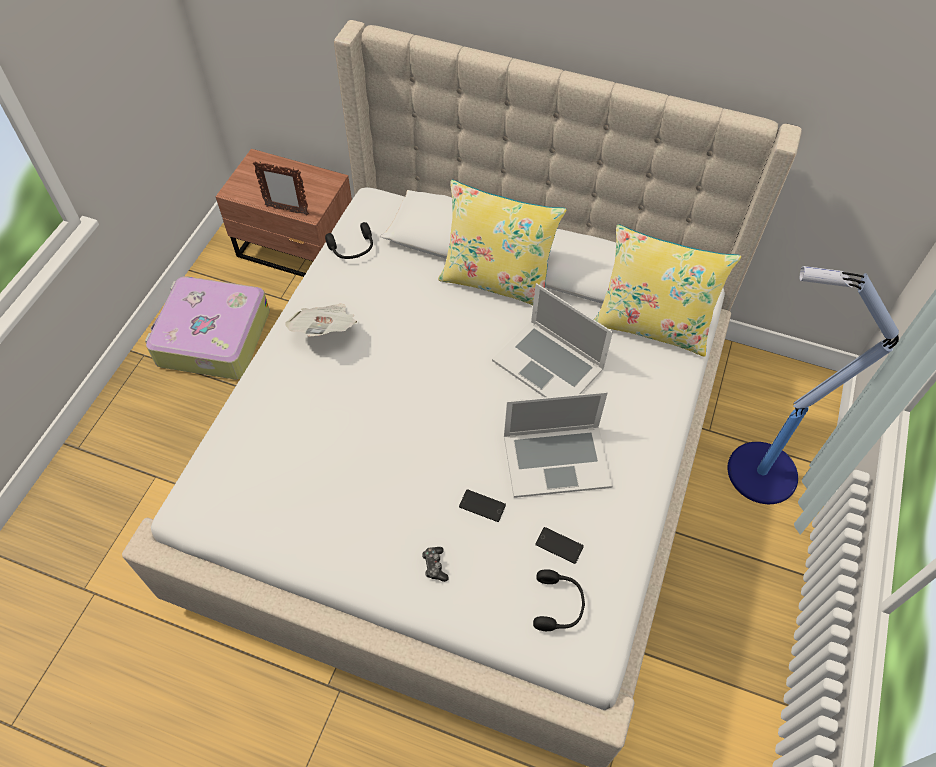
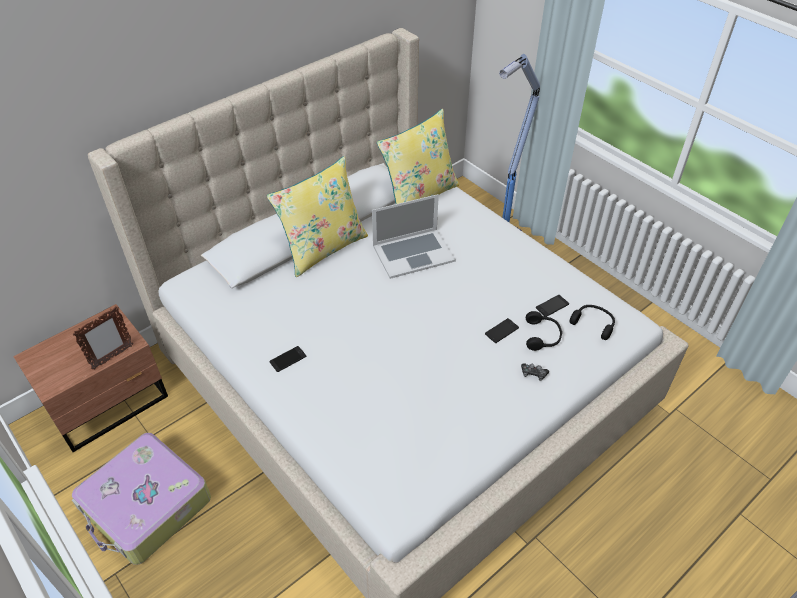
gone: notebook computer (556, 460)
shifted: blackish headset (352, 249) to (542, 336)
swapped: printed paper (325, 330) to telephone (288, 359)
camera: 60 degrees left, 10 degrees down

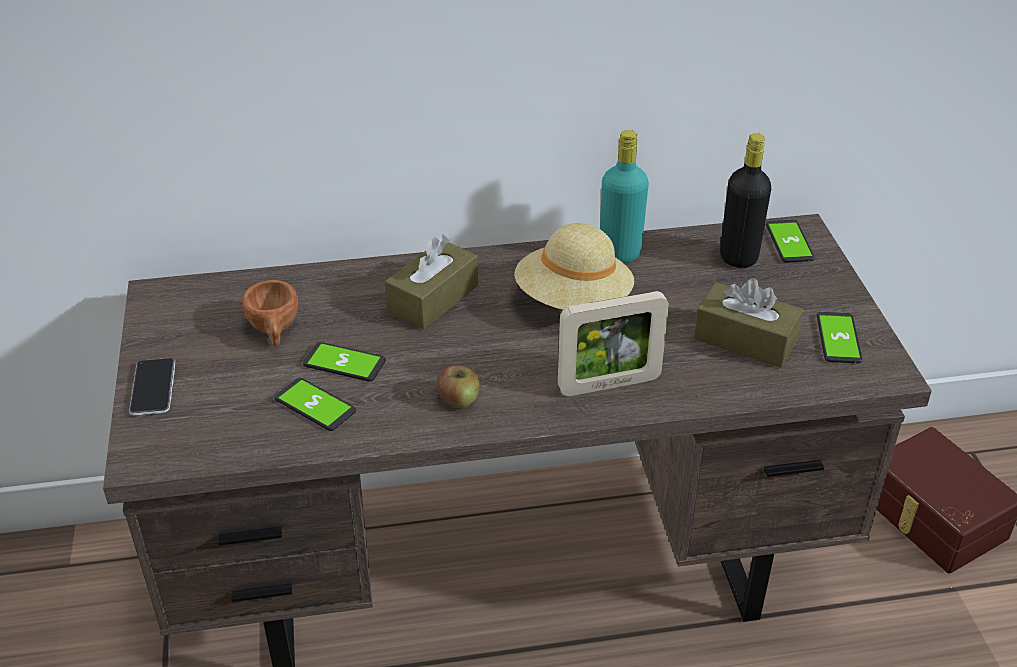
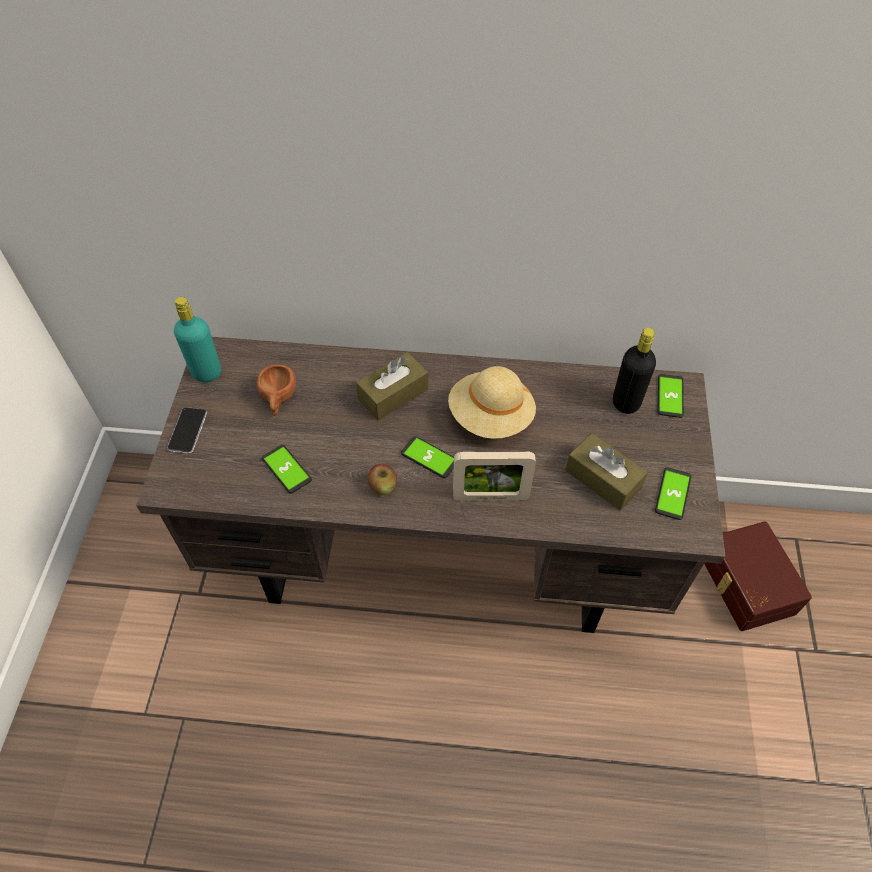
shifted: telephone (344, 363) to (429, 457); blue-green drink bottle (619, 254) to (206, 372)
camera: 15 degrees right, 15 degrees up

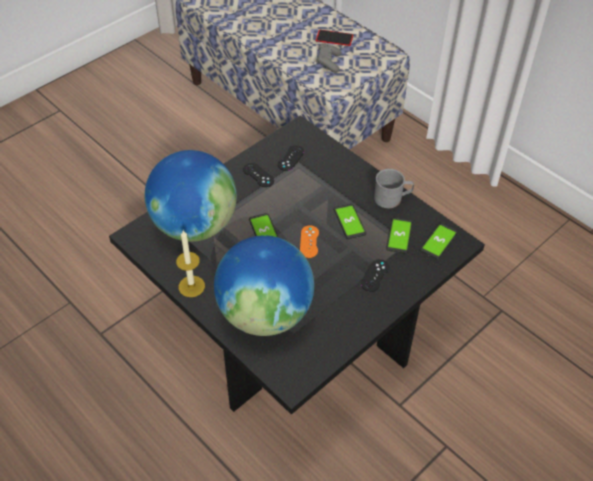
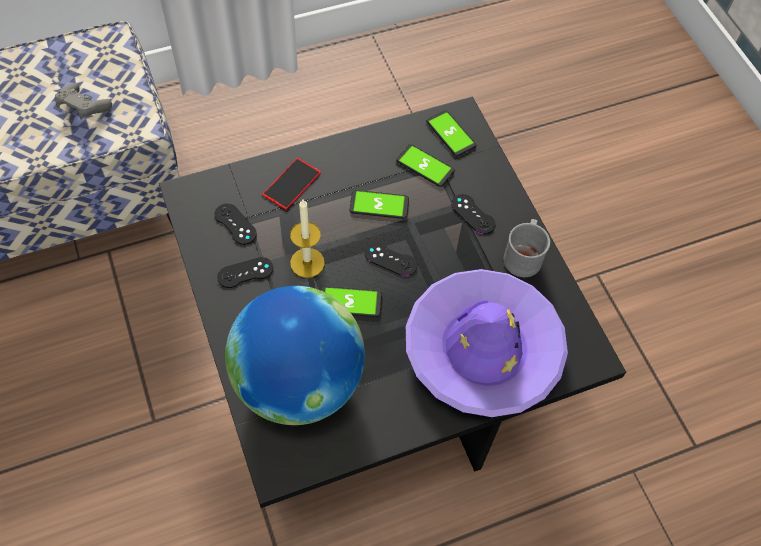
shifted: wax candle (191, 286) to (307, 262); telephone (334, 38) to (292, 183); grey tea mug (392, 198) to (523, 255)
swapped: desk globe (265, 313) to purplish wearable hat (483, 349)
repainted: orangey gamepad (309, 241) to blackish gamepad (390, 259)
camera: 70 degrees left, 10 degrees up

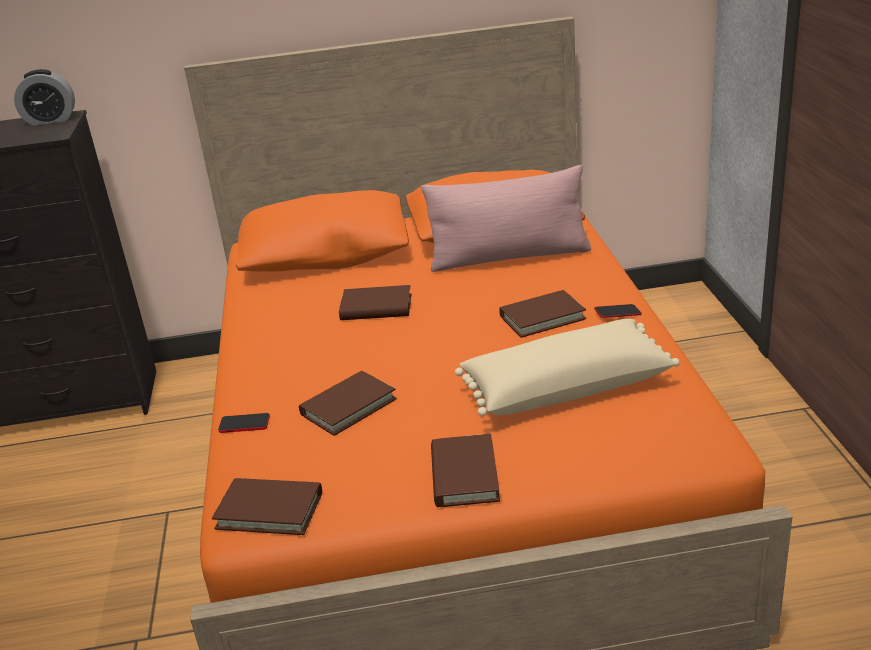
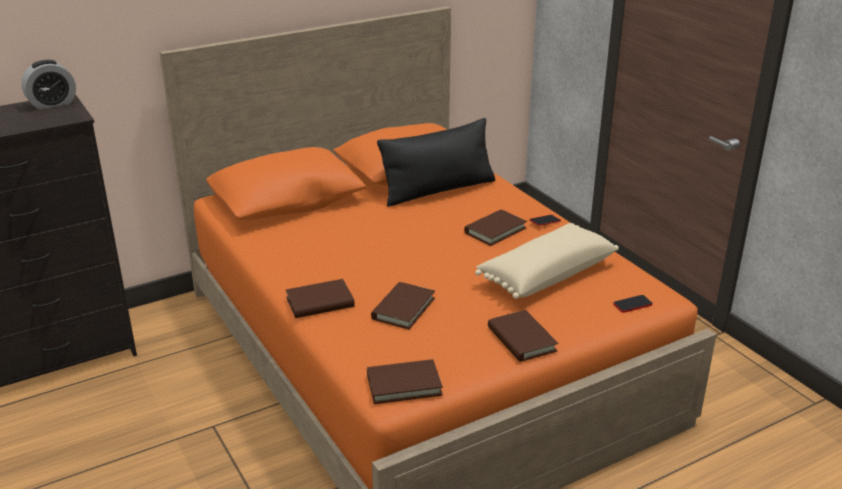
shifted: telephone (244, 424) to (632, 304); brown-coloured bound book (376, 307) to (320, 302)
repainted: pinkish pillow (509, 257) to blackish pillow (438, 190)
camera: 25 degrees left, 0 degrees up

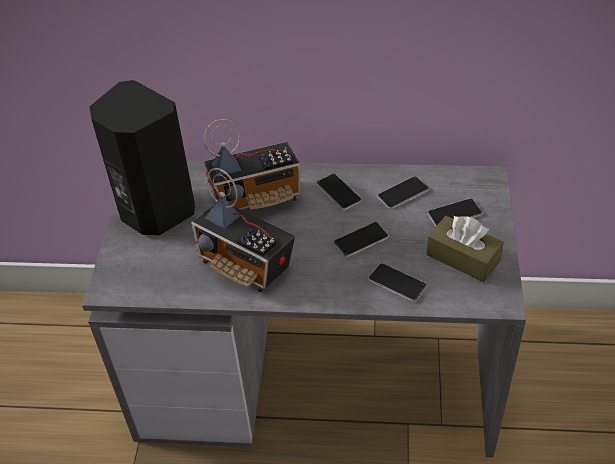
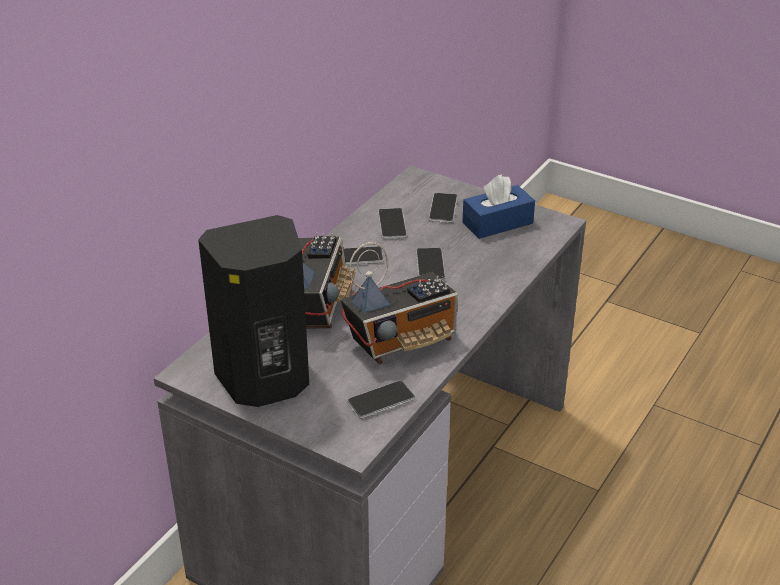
shifted: telephone (397, 283) to (381, 401)
repainted: brown-coloured tissue box (463, 258) to blue-coloured tissue box (497, 223)
camera: 65 degrees left, 10 degrees down

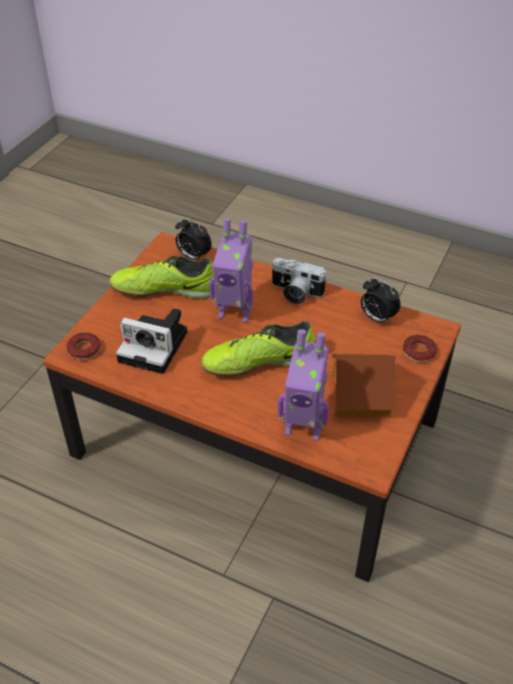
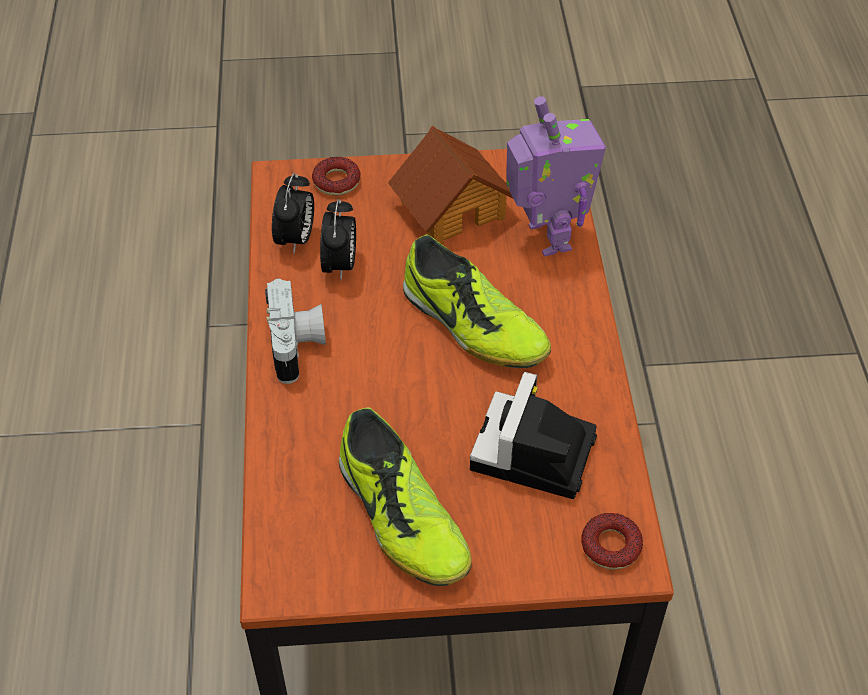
gone: toy robot (235, 312)
shifted: bedside clock (193, 256) to (340, 266)
rotated: photo camera (156, 347) = (533, 455) 150 degrees counterclockwise
camera: 120 degrees left, 5 degrees up

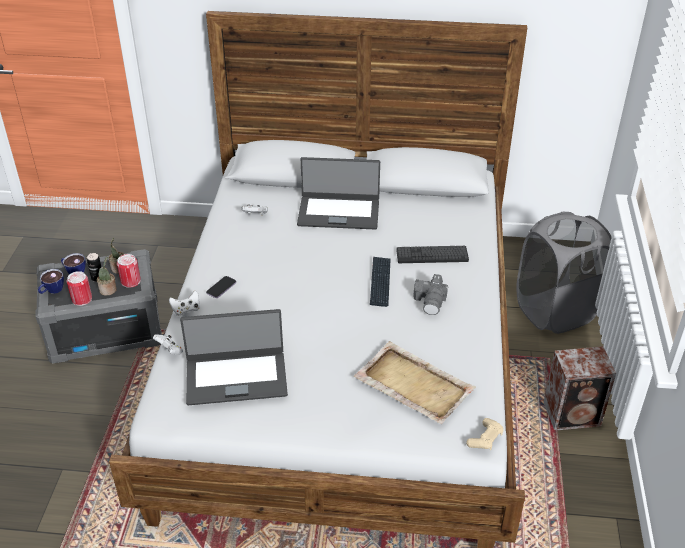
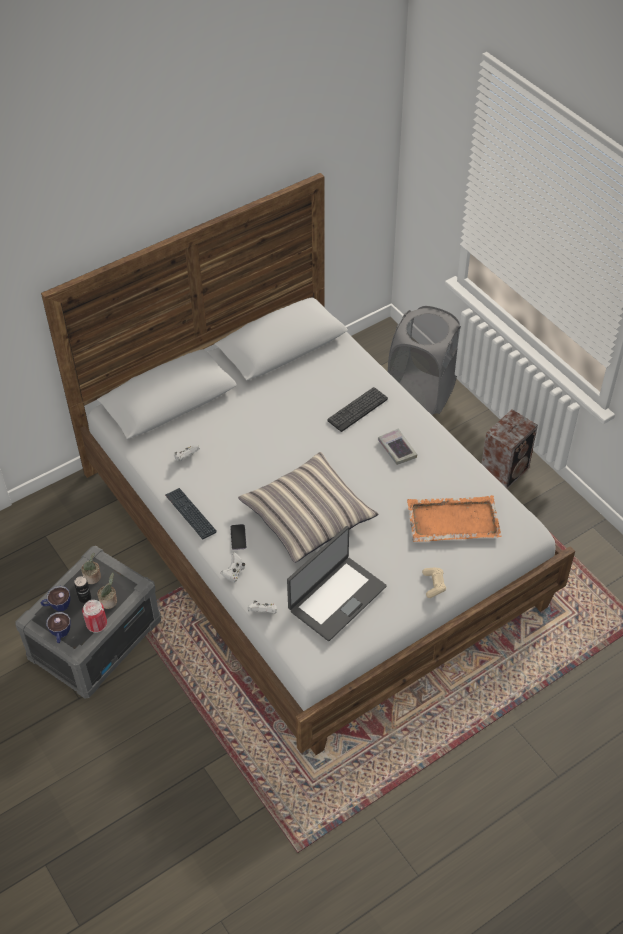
gone: metal can (130, 281); notebook computer (338, 212)
new: pillow (308, 515)
shifted: keyboard (380, 282) to (190, 514); sand-coloured gamepad (485, 439) to (434, 584)
swapped: photo camera (431, 301) to bound book (397, 449)
repainted: sand-coloured tray (413, 384) to orangey tray (452, 521)
camera: 40 degrees left, 10 degrees up

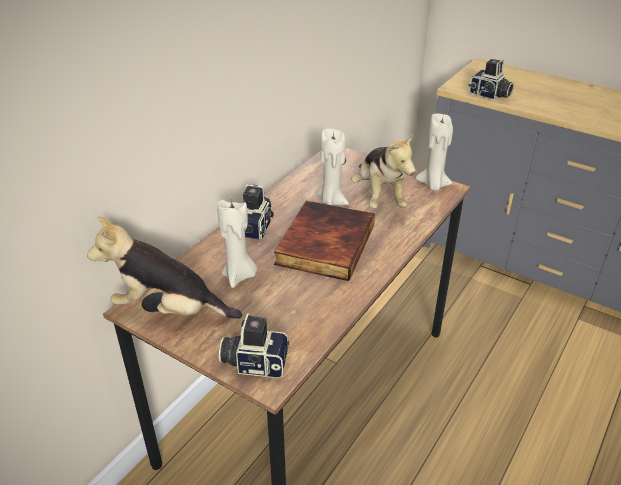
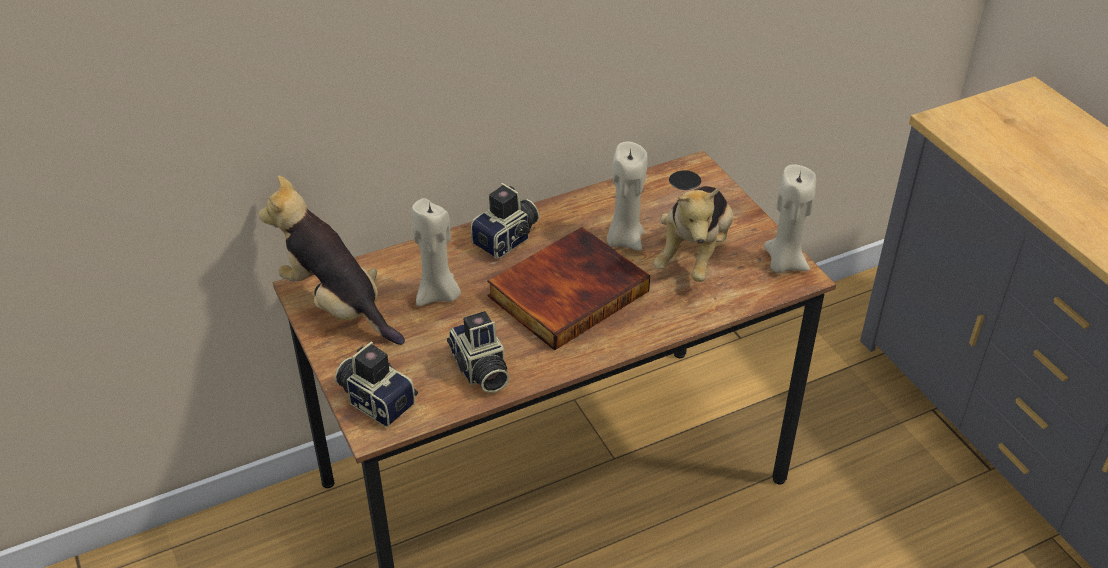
shifted: photo camera (489, 95) to (480, 370)
camera: 30 degrees right, 5 degrees up

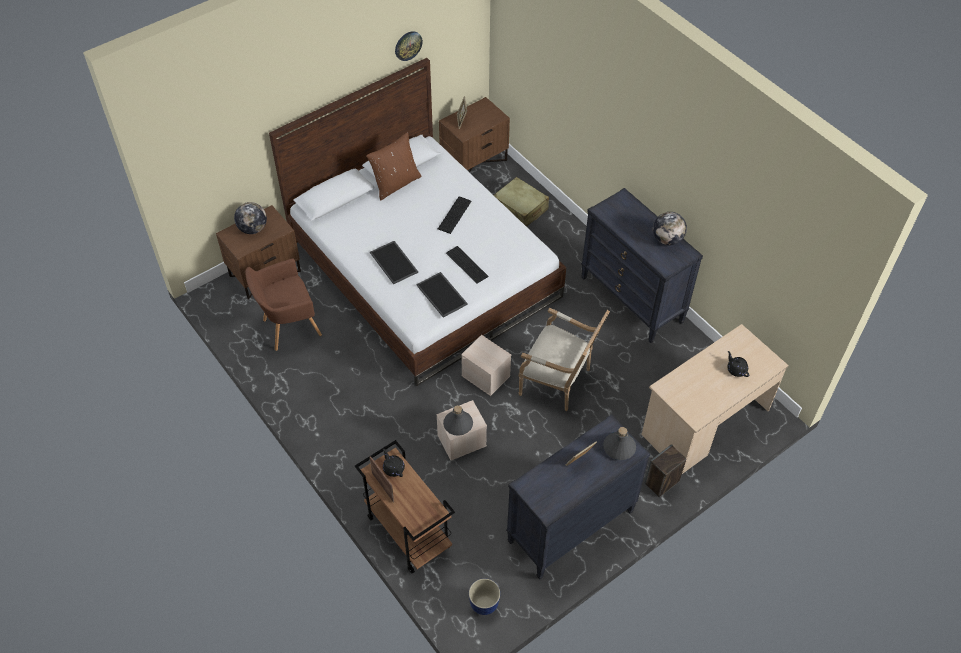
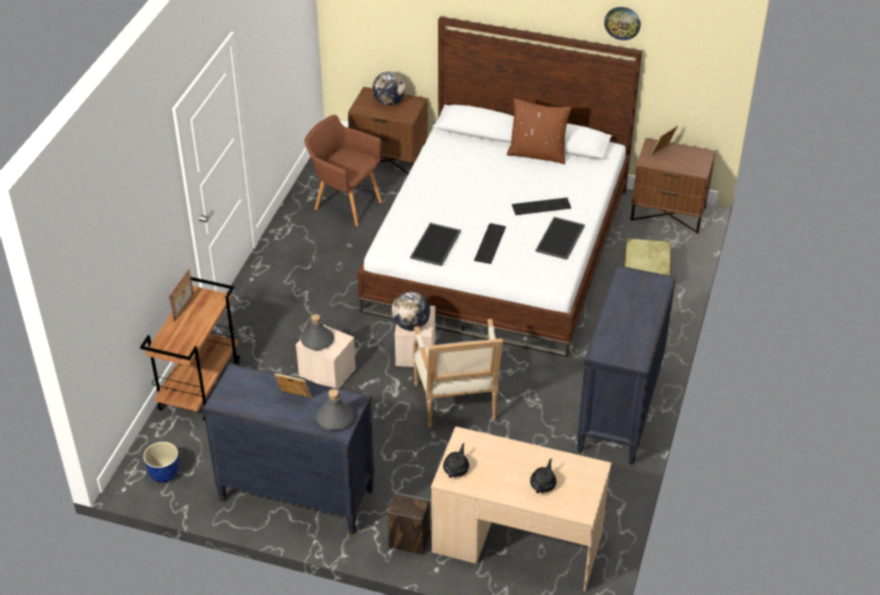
shifted: tray (394, 262) to (561, 239); blackish teapot (393, 468) to (456, 468); desk globe (667, 239) to (411, 325)
camera: 55 degrees right, 10 degrees down

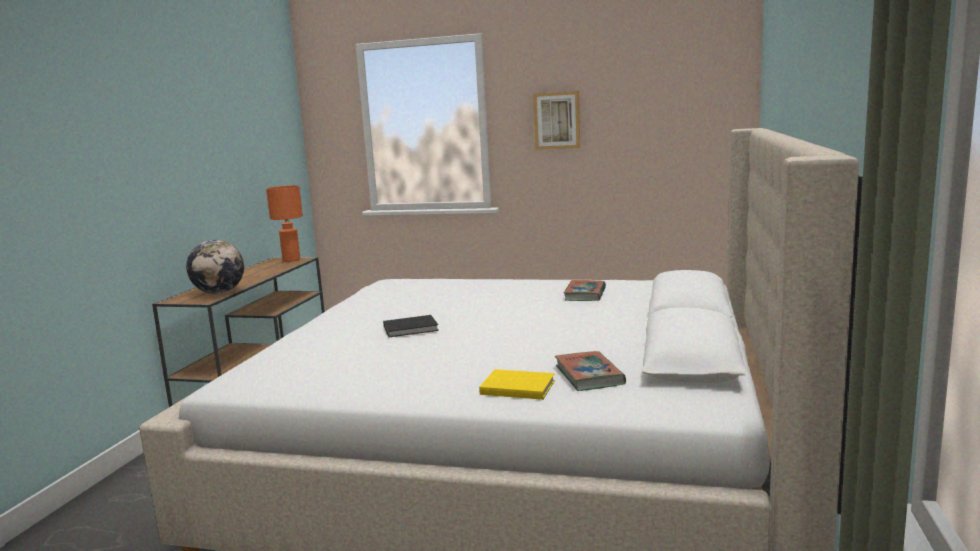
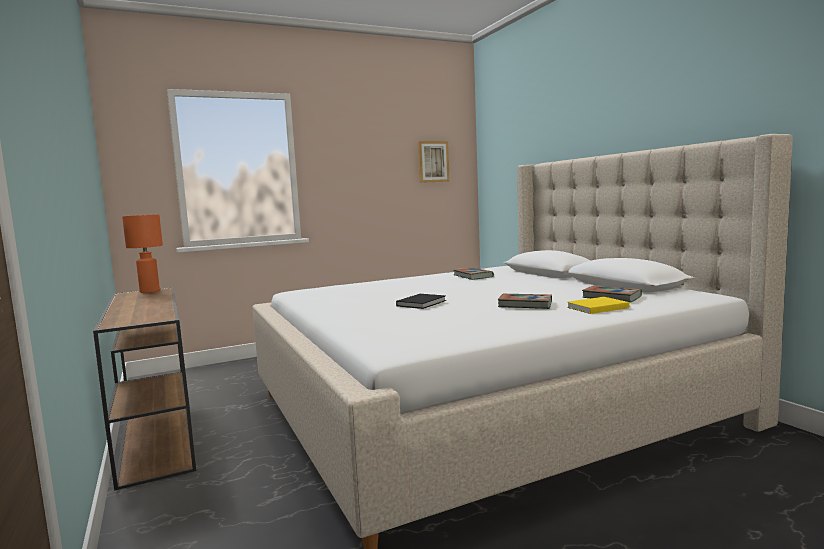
gone: desk globe (219, 293)
new: bound book (525, 305)
shifted: wall picture (557, 120) to (433, 162)
camera: 40 degrees left, 5 degrees down

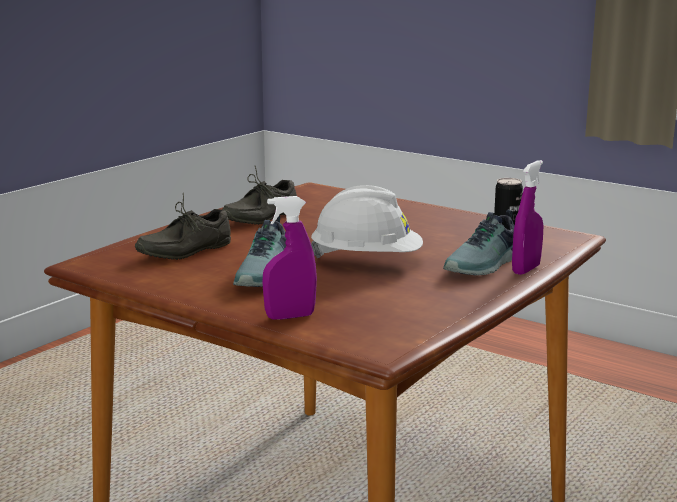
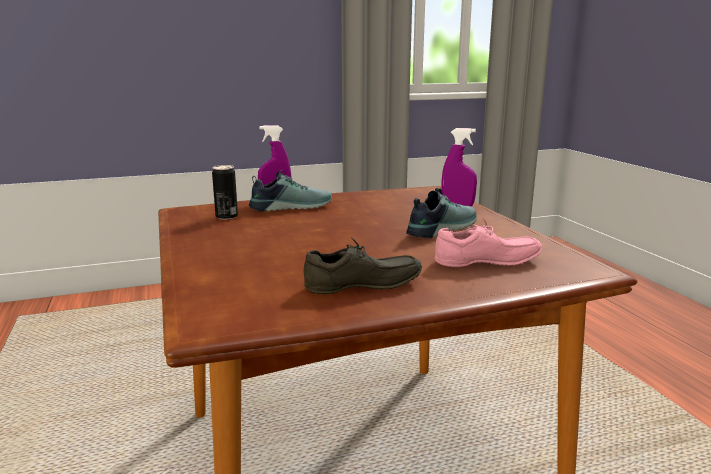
gone: whitish safety helmet (367, 261)
repainted: grey item of footwear (183, 250) to pinkish item of footwear (488, 262)
camera: 145 degrees left, 0 degrees up

